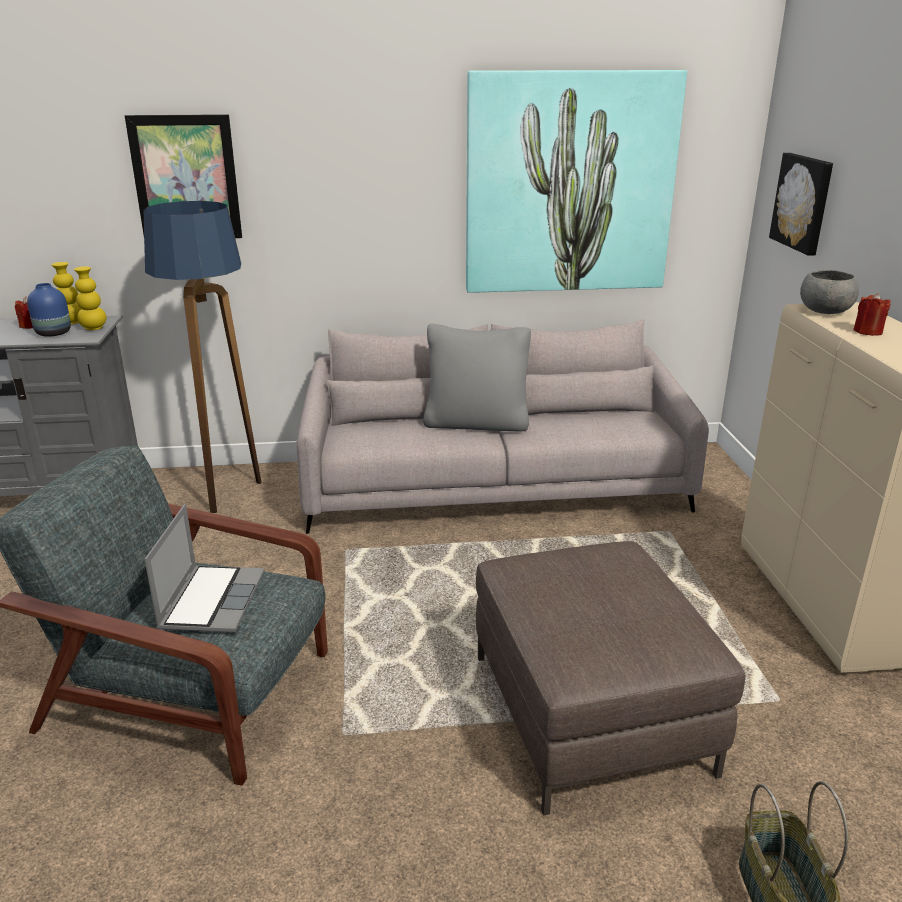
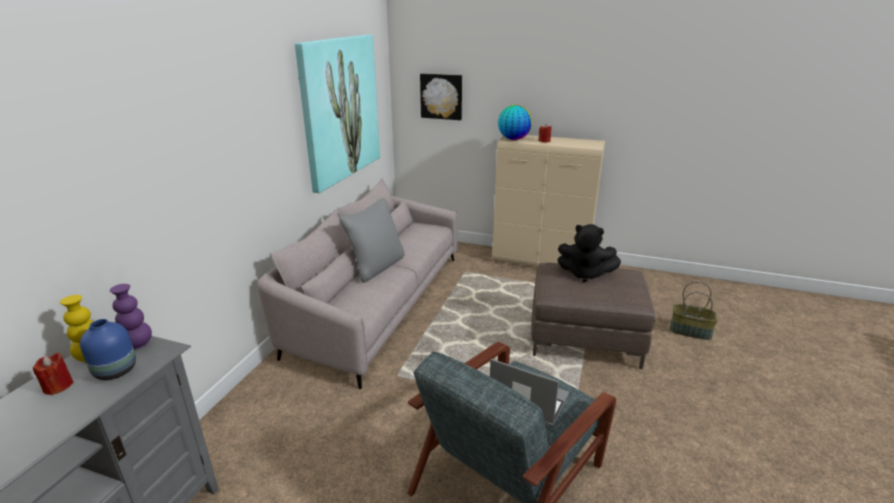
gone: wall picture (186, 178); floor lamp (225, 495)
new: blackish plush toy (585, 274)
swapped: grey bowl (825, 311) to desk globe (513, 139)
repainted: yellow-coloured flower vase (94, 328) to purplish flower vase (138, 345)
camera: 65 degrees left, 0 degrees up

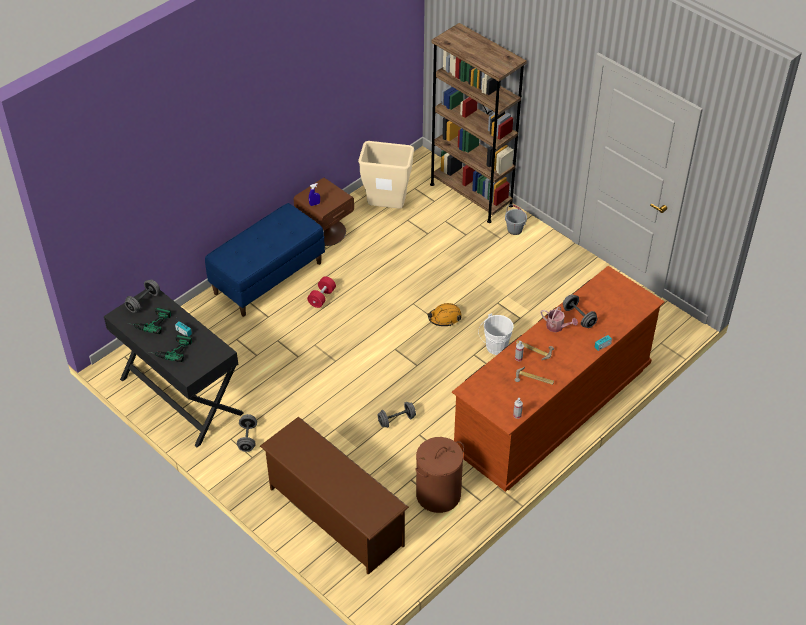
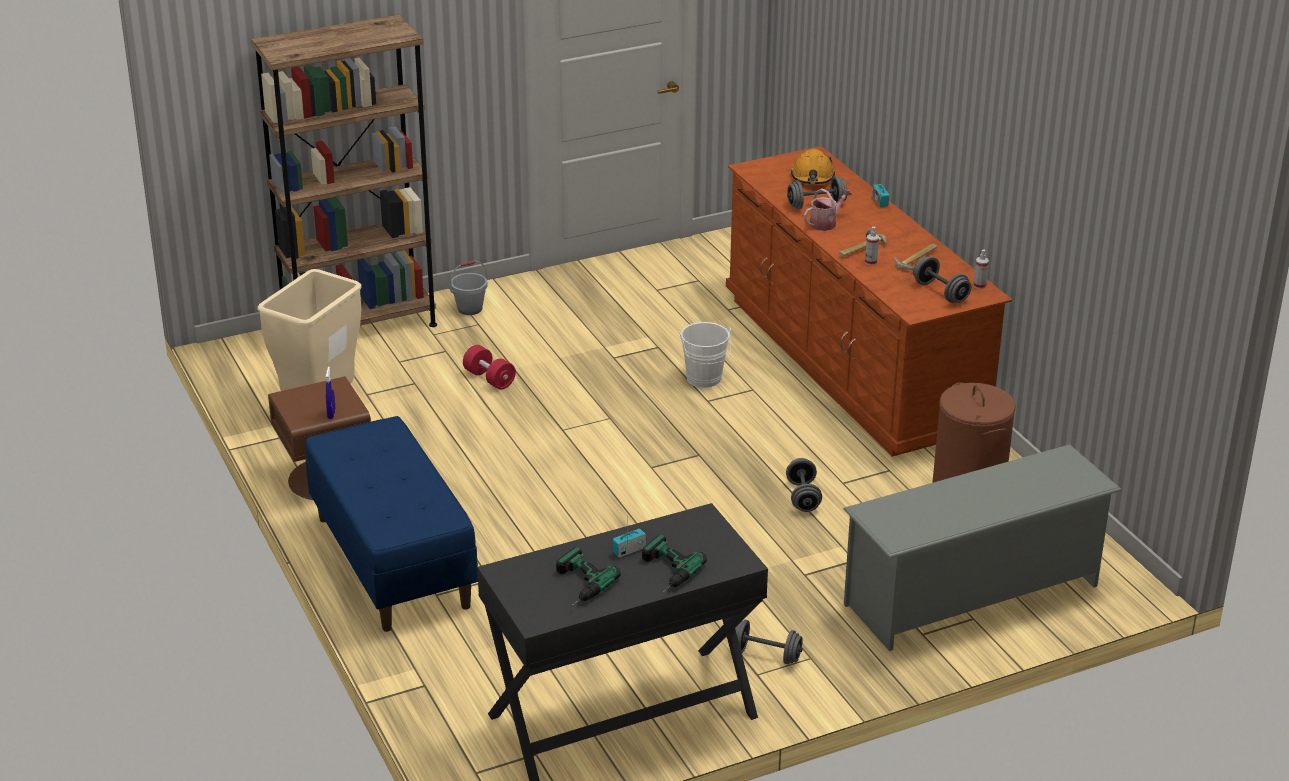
shifted: grey dumbbell (143, 302) to (940, 292); red dumbbell (322, 297) to (489, 379); orangey safety helmet (444, 318) to (812, 177)
repainted: brown-coloured shoe rack (335, 516) to grey shoe rack (972, 595)
camera: 70 degrees left, 15 degrees down

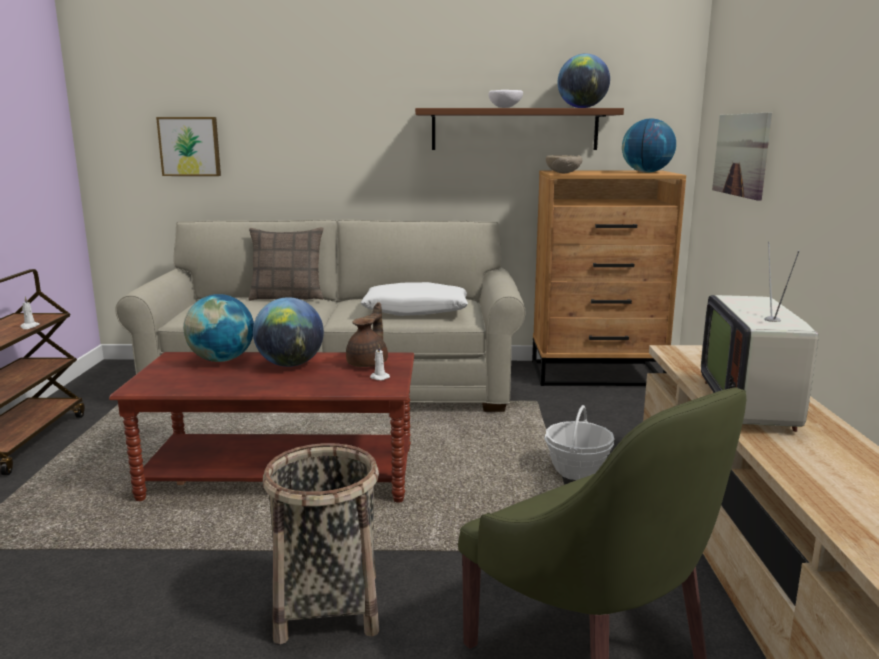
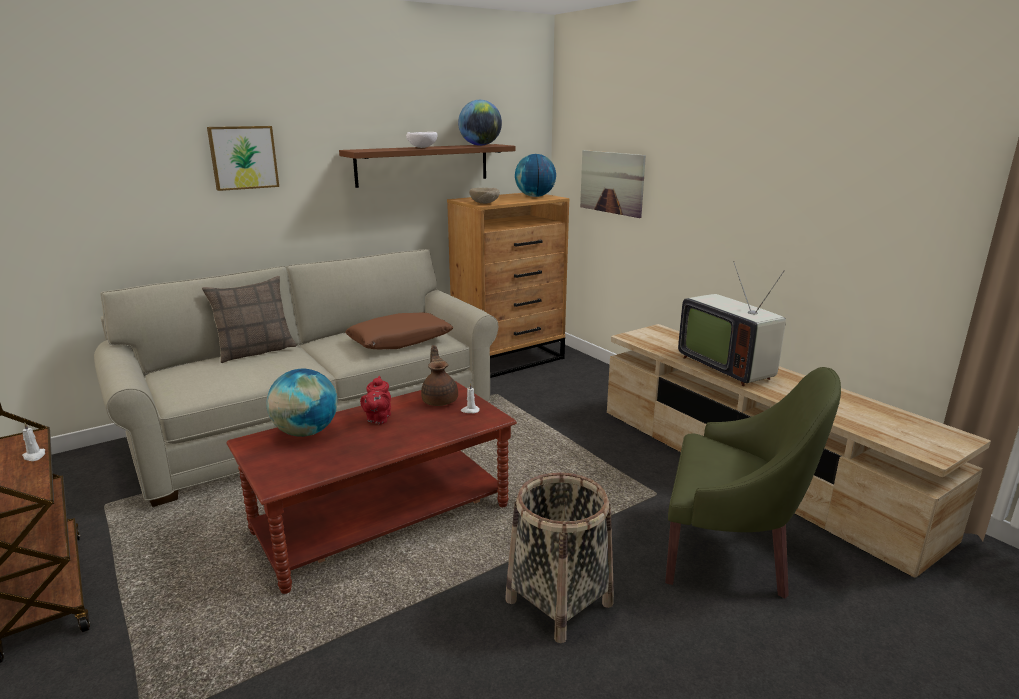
gone: storage basket (577, 470)
shifted: wall picture (190, 146) to (243, 157)
swapped: desk globe (290, 364) to red teapot (378, 419)
repainted: whitish pillow (415, 311) to brown-coloured pillow (400, 341)
camera: 35 degrees left, 5 degrees up

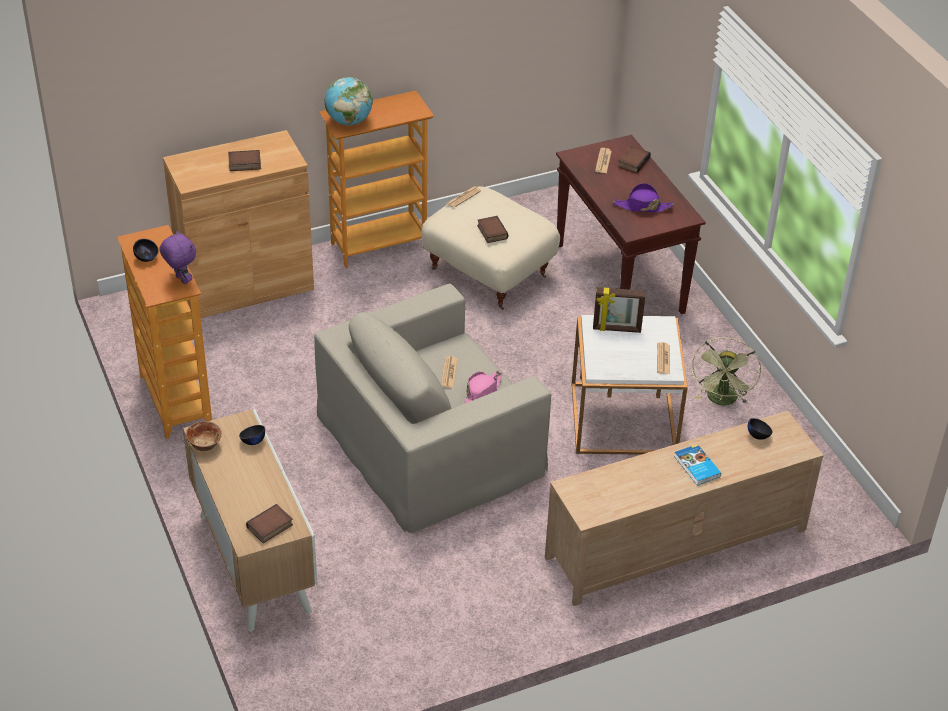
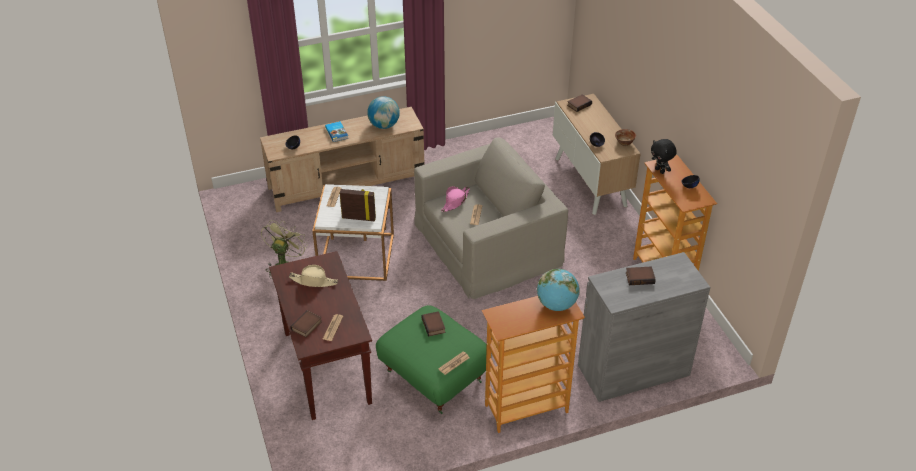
new: desk globe (384, 125)
repainted: purplish plush toy (181, 280) to blackish plush toy (660, 170); brown-coloured cabinet (246, 286) to grey cabinet (633, 370); sand-coloured ottoman (490, 272) to greenish ottoman (432, 378); purplish wearable hat (642, 206) to sand-coloured wearable hat (314, 281)
camera: 175 degrees left, 0 degrees up

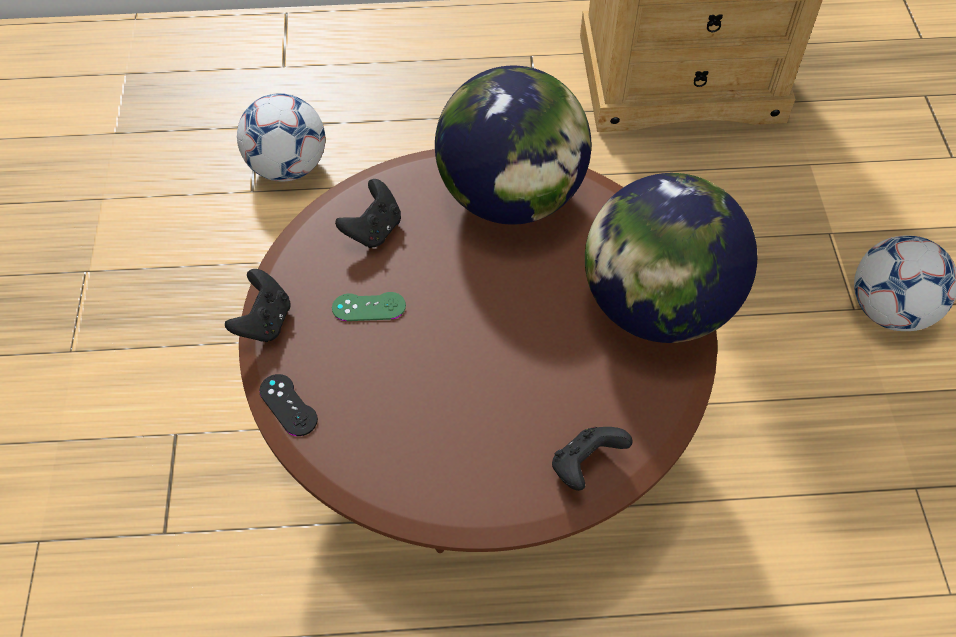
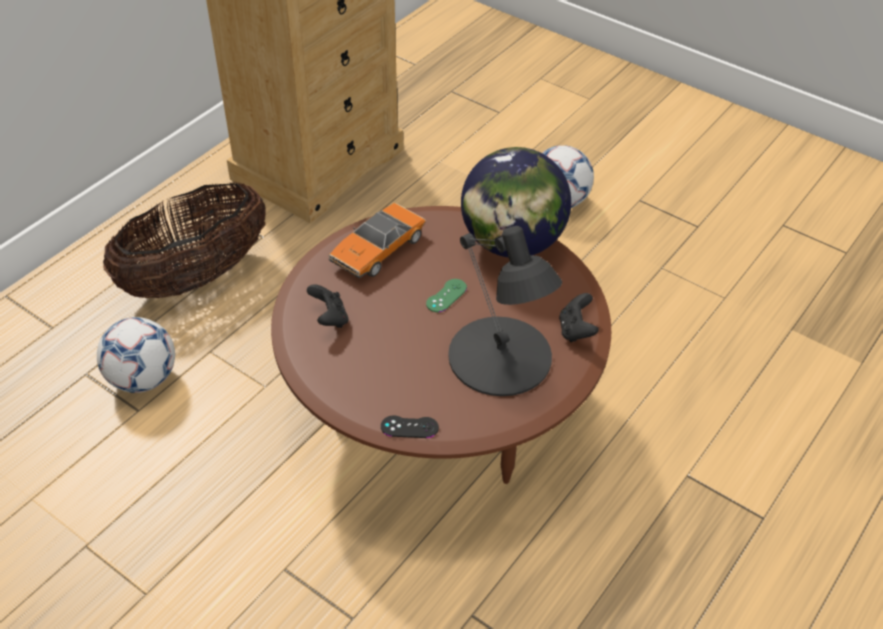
gone: blackish gamepad (264, 322)
new: storage basket (195, 277); blackish tabletop lamp (500, 357)
shifted: greenish gamepad (369, 307) to (446, 296)
swapped: desk globe (511, 197) to toy car (377, 250)
camera: 50 degrees left, 10 degrees down

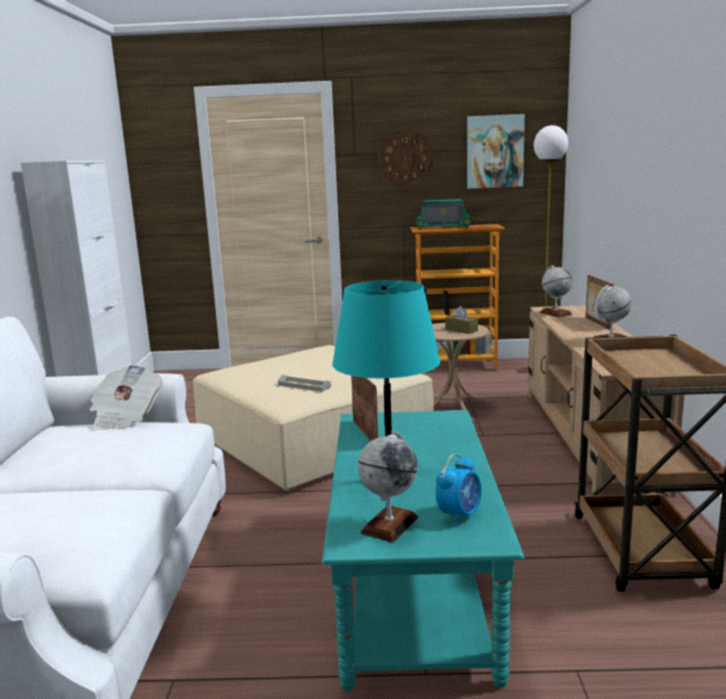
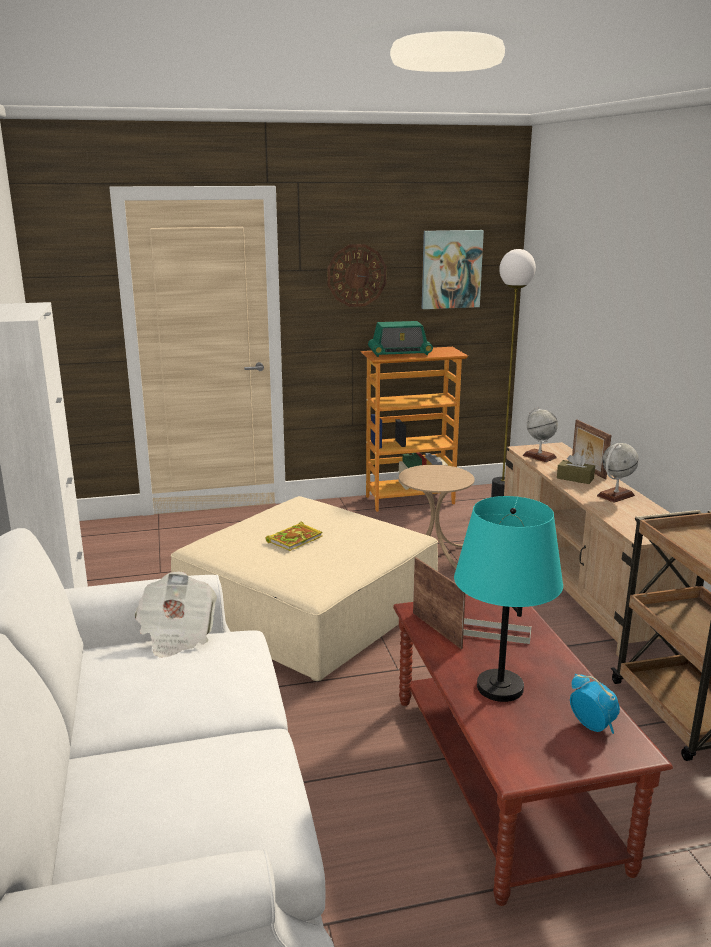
gone: desk globe (389, 525)
new: bound book (295, 539)
shifted: grey tray (304, 386) to (494, 633); brown-coloured tissue box (461, 330) to (575, 478)
repainted: blue-green lounge table (414, 583) to brown-coloured lounge table (502, 776)
rotated: bedside clock (459, 515) = (592, 726) 60 degrees counterclockwise
camera: 15 degrees left, 5 degrees up

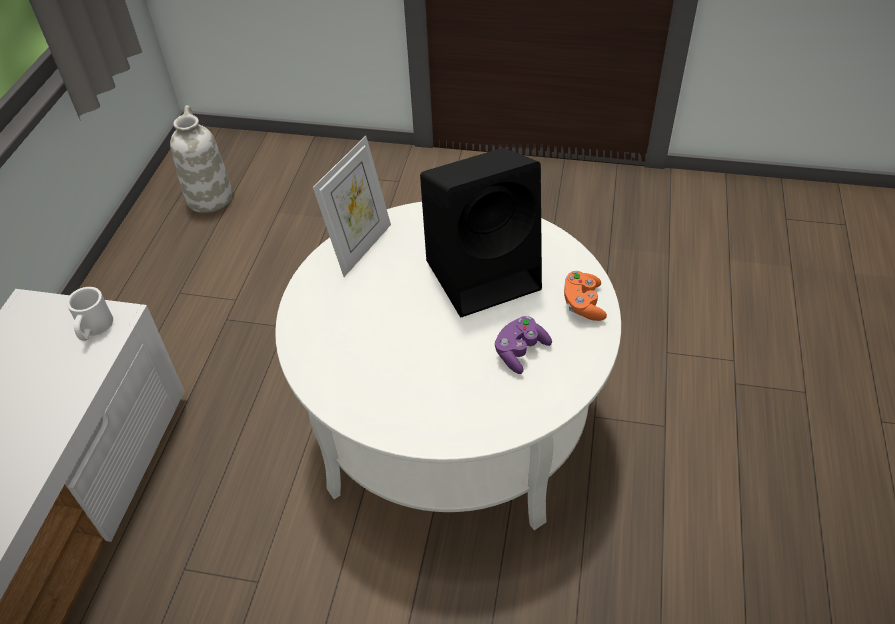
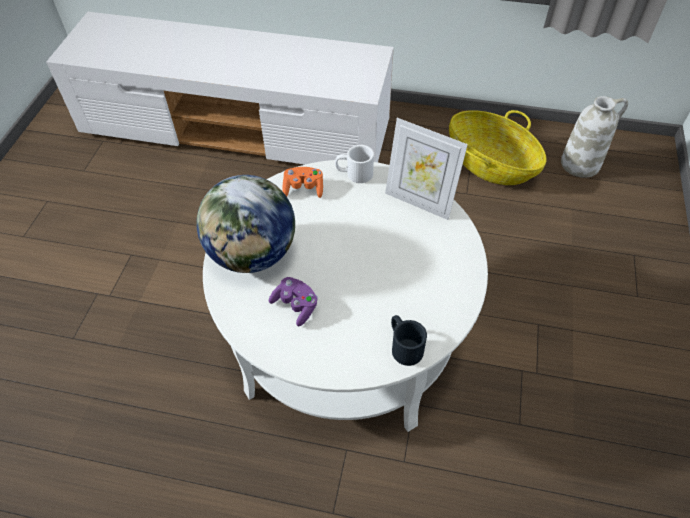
gone: blackish loudspeaker (485, 273)
new: desk globe (253, 254); blackish tea mug (403, 345); storage basket (490, 164)
shifted: whitish tea mug (93, 329) to (354, 173); orangey gamepad (583, 304) to (303, 189)
camera: 90 degrees right, 5 degrees up

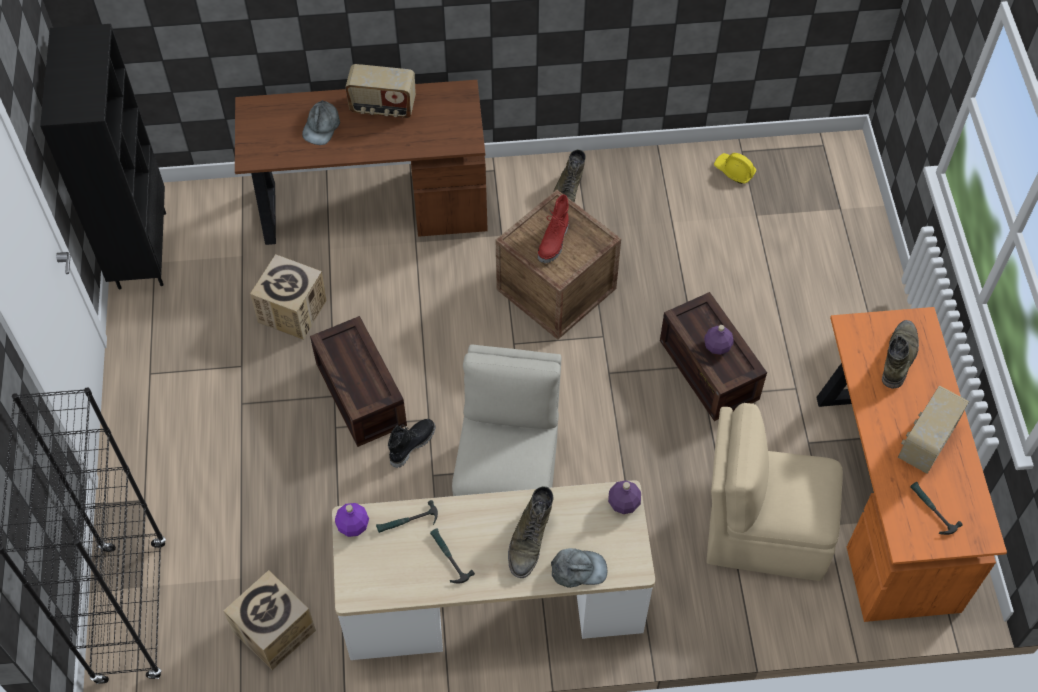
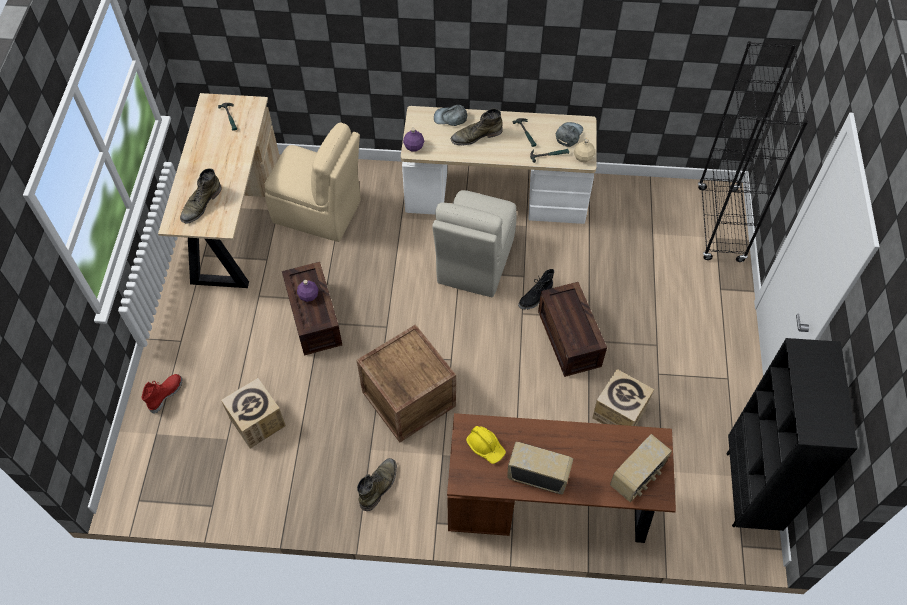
shifted: carton (274, 631) to (257, 422); grey peaked cap (322, 126) to (568, 135); red high-top boot (554, 242) to (165, 394); yellow-coloured safety helmet (734, 171) to (486, 446); radio (925, 442) to (637, 477)
repainted: purplish drink bottle (353, 525) to sand-coloured drink bottle (583, 158); orangey desk (883, 495) to sand-coloured desk (234, 221)
rotated: greenish high-top boot (529, 540) = (476, 136) 135 degrees counterclockwise
camera: 170 degrees left, 0 degrees up

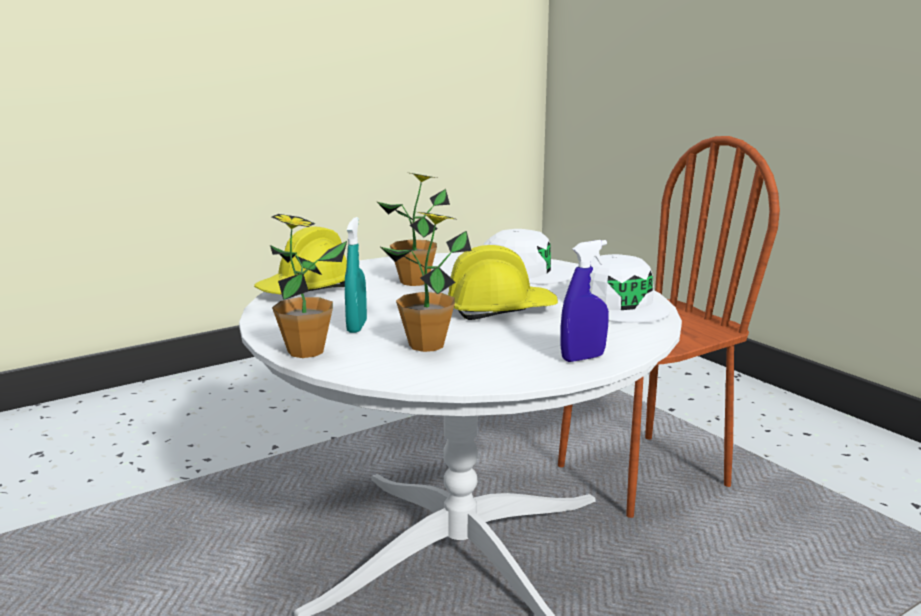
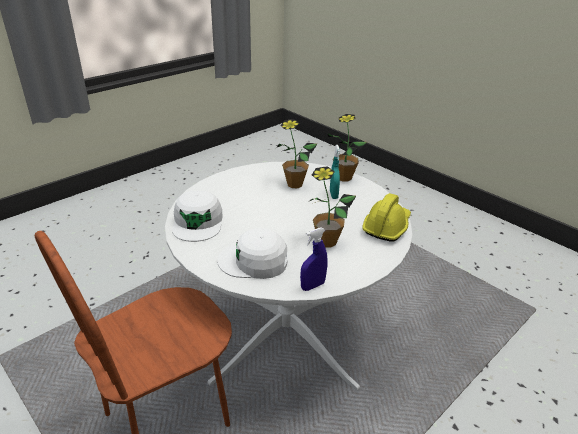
gone: yellow-coloured safety helmet (500, 310)
shifted: blue-coloured spray bottle (583, 358) to (312, 286)
rotated: whitish peaked cap (619, 306) = (198, 222) 150 degrees counterclockwise
camera: 170 degrees right, 15 degrees up

